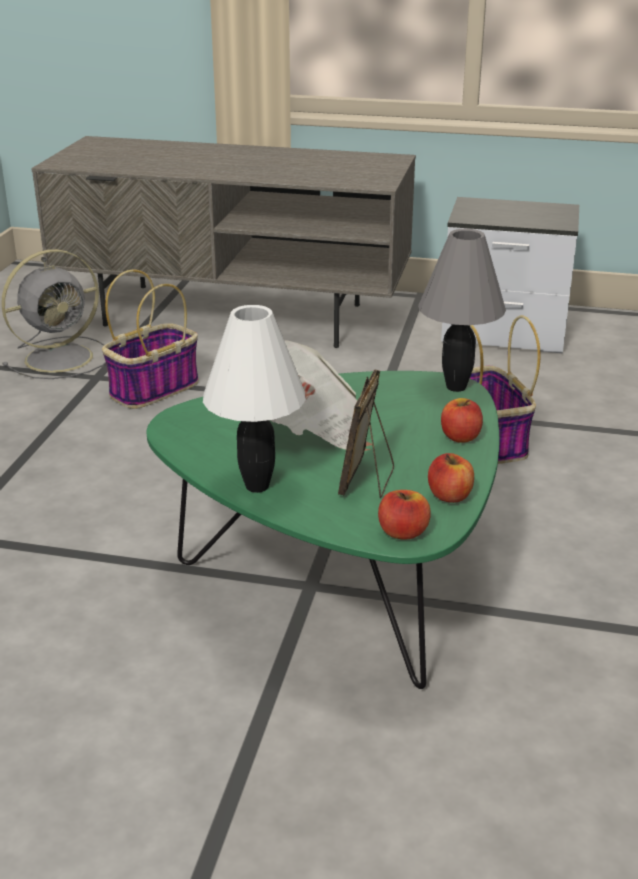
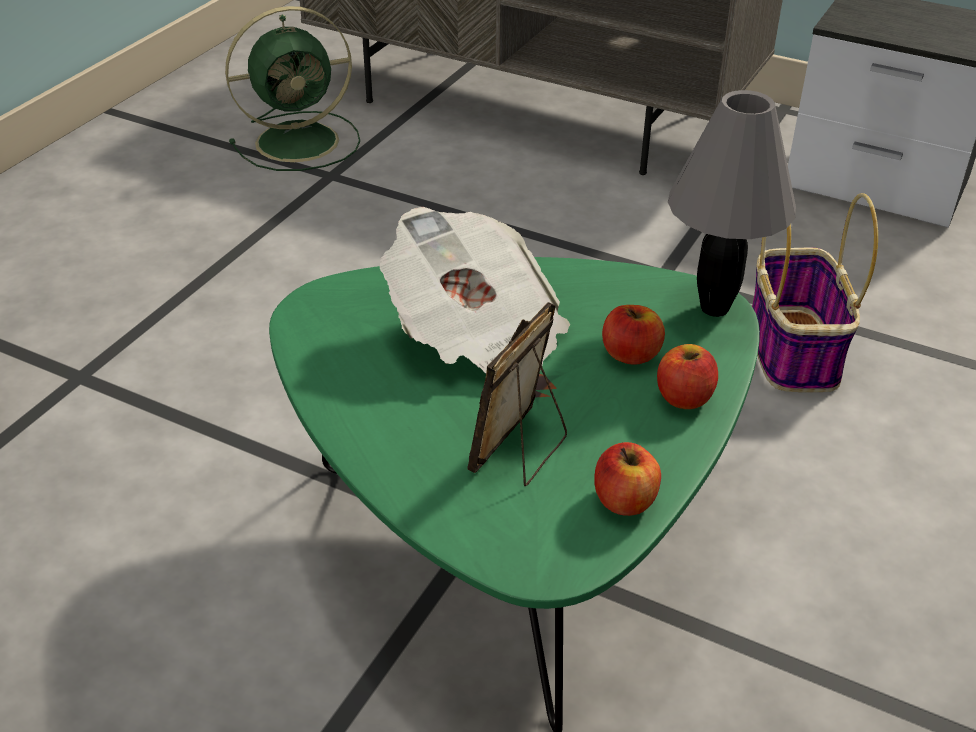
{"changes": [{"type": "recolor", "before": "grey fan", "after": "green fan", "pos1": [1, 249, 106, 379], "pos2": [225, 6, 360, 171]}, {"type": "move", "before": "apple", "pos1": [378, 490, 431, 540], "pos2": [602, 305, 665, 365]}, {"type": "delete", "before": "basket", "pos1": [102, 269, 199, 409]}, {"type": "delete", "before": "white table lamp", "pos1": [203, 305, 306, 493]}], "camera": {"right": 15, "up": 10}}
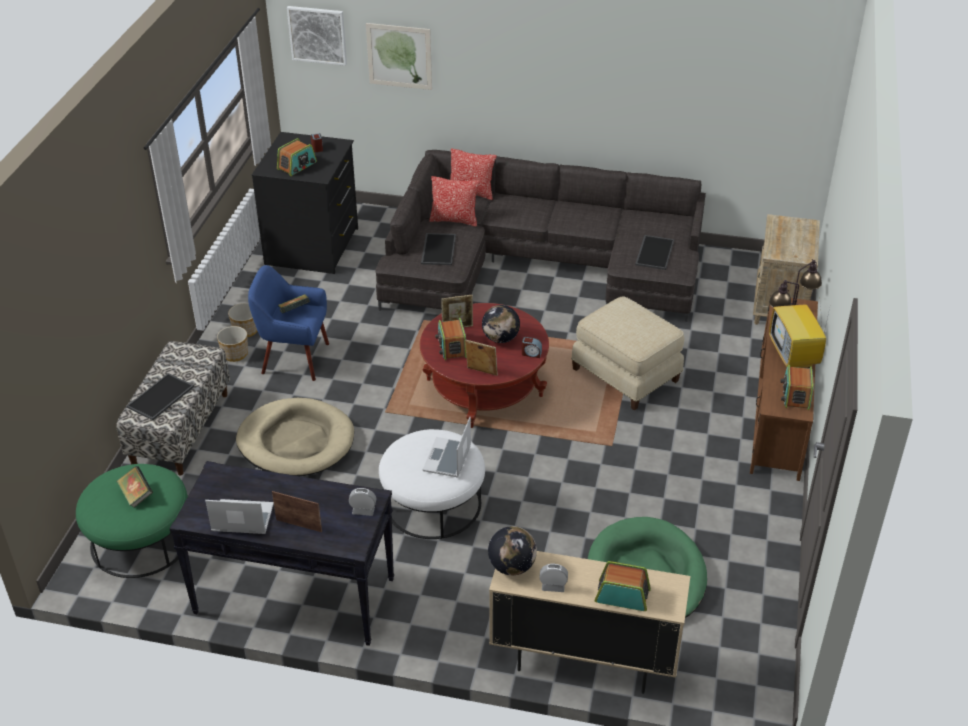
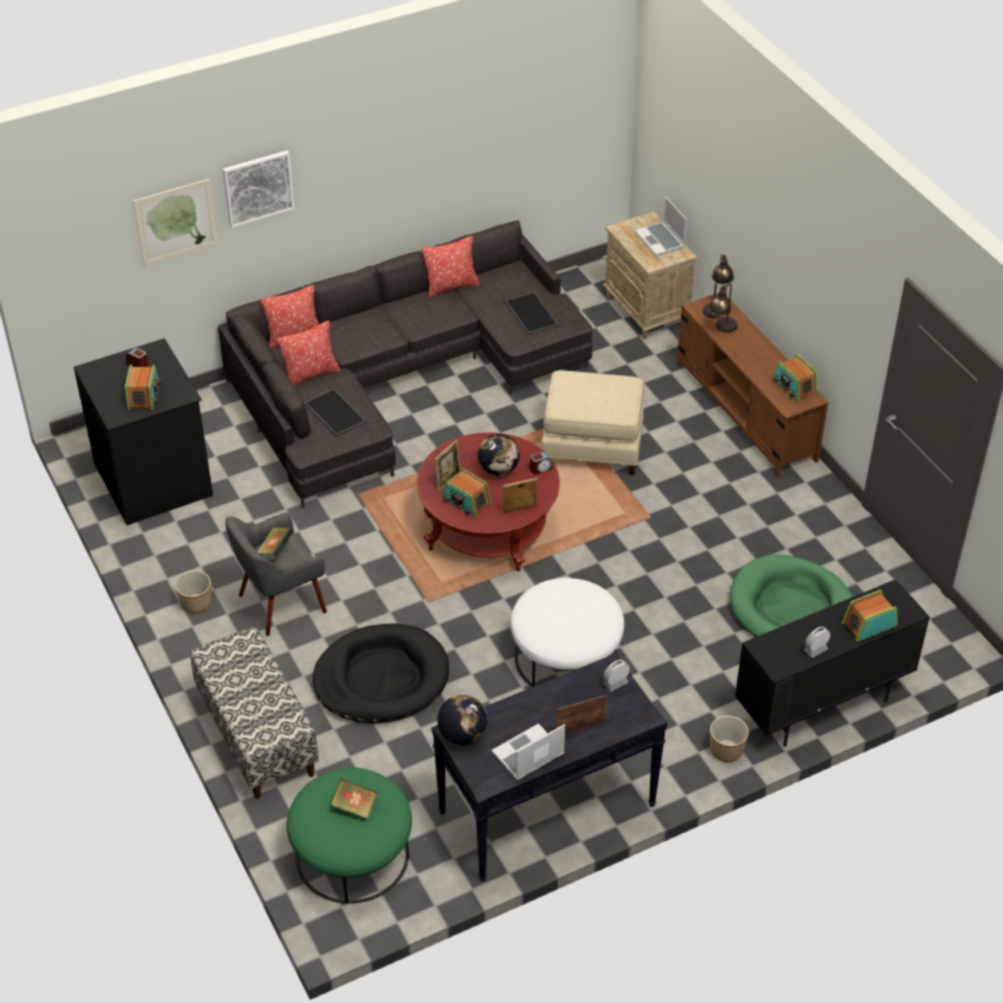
{"changes": [{"type": "move", "before": "picture", "pos1": [287, 6, 347, 66], "pos2": [223, 150, 295, 228]}, {"type": "recolor", "before": "blue armchair", "after": "grey armchair", "pos1": [248, 265, 329, 381], "pos2": [225, 512, 327, 636]}, {"type": "recolor", "before": "beige dog bed", "after": "black dog bed", "pos1": [236, 398, 354, 476], "pos2": [313, 623, 449, 724]}, {"type": "insert", "after": "pillow", "pos2": [421, 236, 480, 298]}, {"type": "move", "before": "globe", "pos1": [488, 526, 537, 575], "pos2": [437, 695, 488, 745]}, {"type": "move", "before": "laptop", "pos1": [423, 417, 471, 477], "pos2": [635, 196, 687, 256]}, {"type": "move", "before": "planter", "pos1": [217, 326, 248, 362], "pos2": [710, 716, 749, 762]}, {"type": "recolor", "before": "beige cabinet", "after": "black cabinet", "pos1": [489, 551, 691, 694], "pos2": [735, 579, 930, 747]}, {"type": "delete", "before": "tray", "pos1": [127, 373, 194, 420]}, {"type": "delete", "before": "television", "pos1": [769, 304, 830, 368]}], "camera": {"right": -40, "up": 5}}
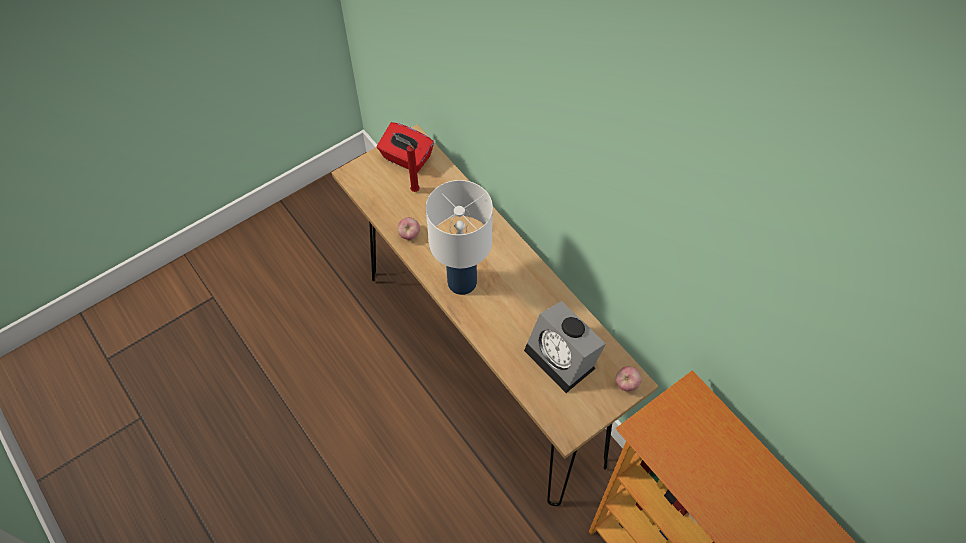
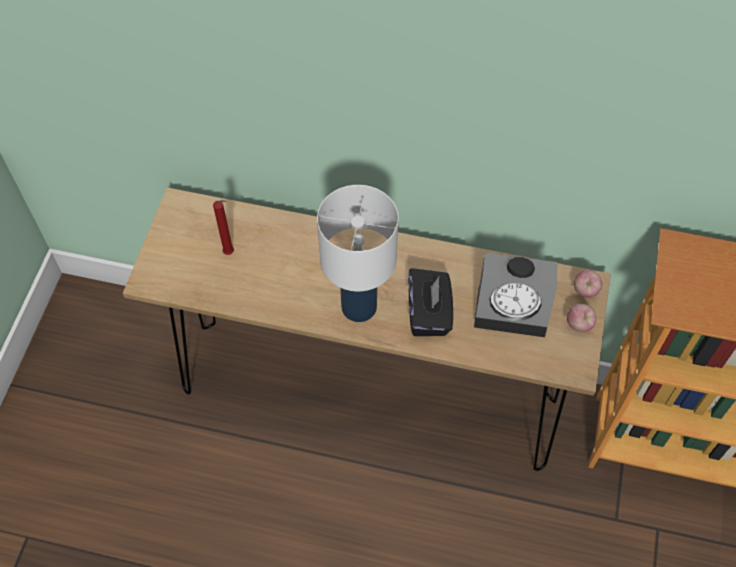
{"changes": [{"type": "insert", "after": "black tissue box", "pos2": [408, 268, 453, 336]}, {"type": "move", "before": "apple", "pos1": [398, 217, 420, 240], "pos2": [567, 304, 596, 332]}, {"type": "delete", "before": "red tissue box", "pos1": [377, 122, 434, 173]}], "camera": {"right": -40, "up": 0}}
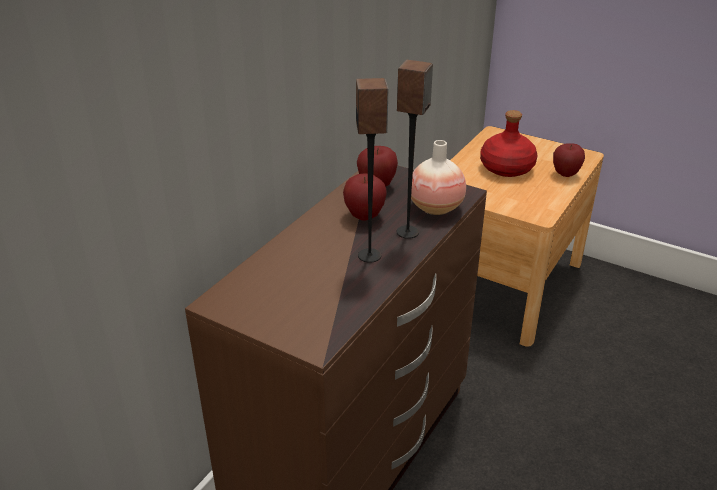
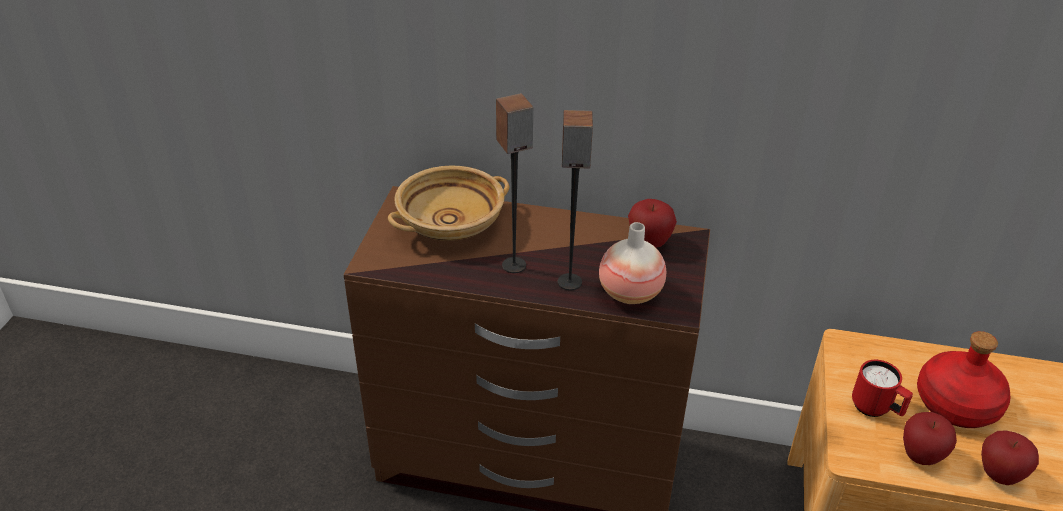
{"changes": [{"type": "insert", "after": "beige bowl", "pos2": [388, 165, 509, 241]}, {"type": "insert", "after": "red mug", "pos2": [852, 360, 913, 417]}, {"type": "move", "before": "apple", "pos1": [343, 174, 387, 220], "pos2": [903, 412, 957, 465]}], "camera": {"right": 70, "up": 5}}
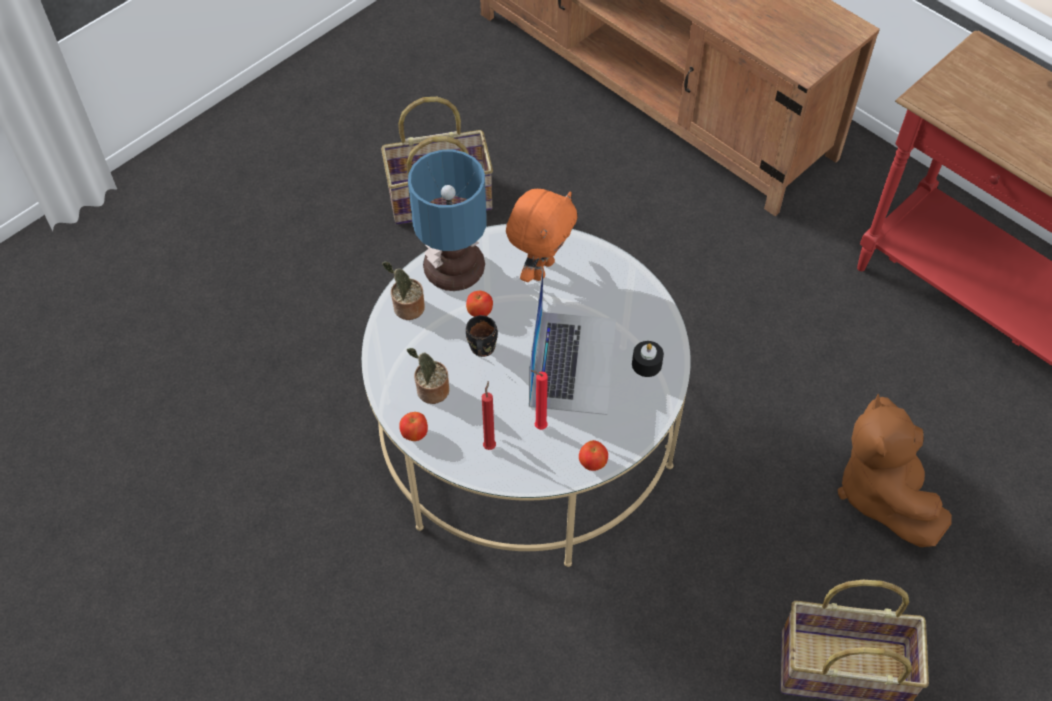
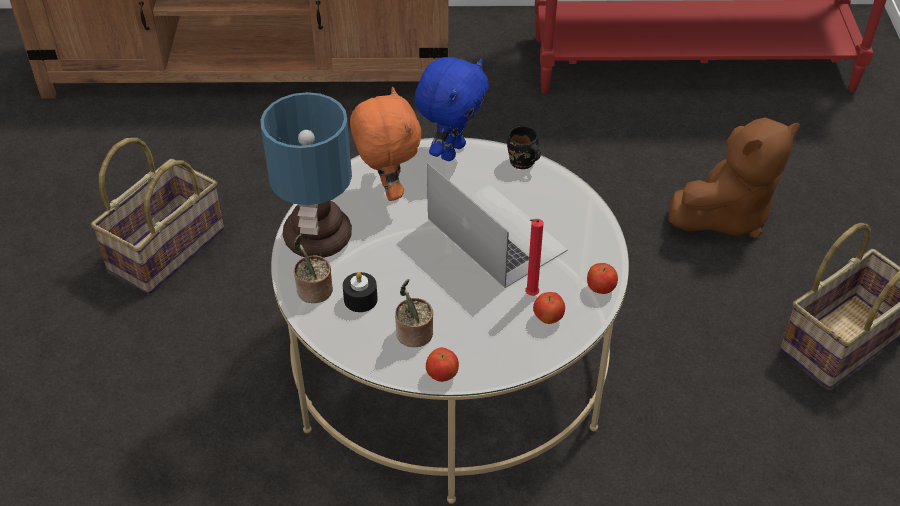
{"changes": [{"type": "move", "before": "black candle", "pos1": [632, 341, 664, 377], "pos2": [343, 272, 377, 312]}, {"type": "insert", "after": "blue plush toy", "pos2": [414, 57, 489, 161]}, {"type": "move", "before": "black mug", "pos1": [466, 315, 498, 357], "pos2": [507, 126, 541, 169]}, {"type": "move", "before": "apple", "pos1": [466, 291, 493, 317], "pos2": [533, 292, 565, 324]}, {"type": "rotate", "before": "brown plush toy", "pos1": [838, 393, 952, 547], "pos2": [669, 118, 800, 238], "turn": -75}, {"type": "delete", "before": "red candle", "pos1": [482, 381, 496, 450]}], "camera": {"right": -45, "up": -10}}
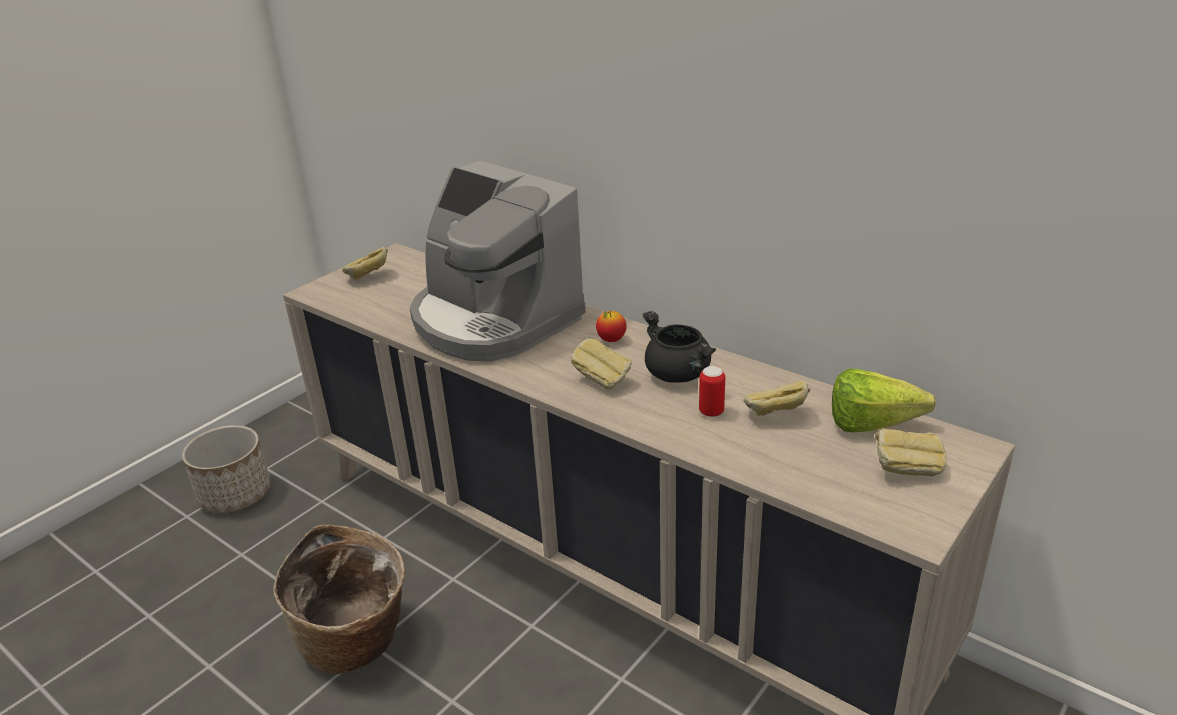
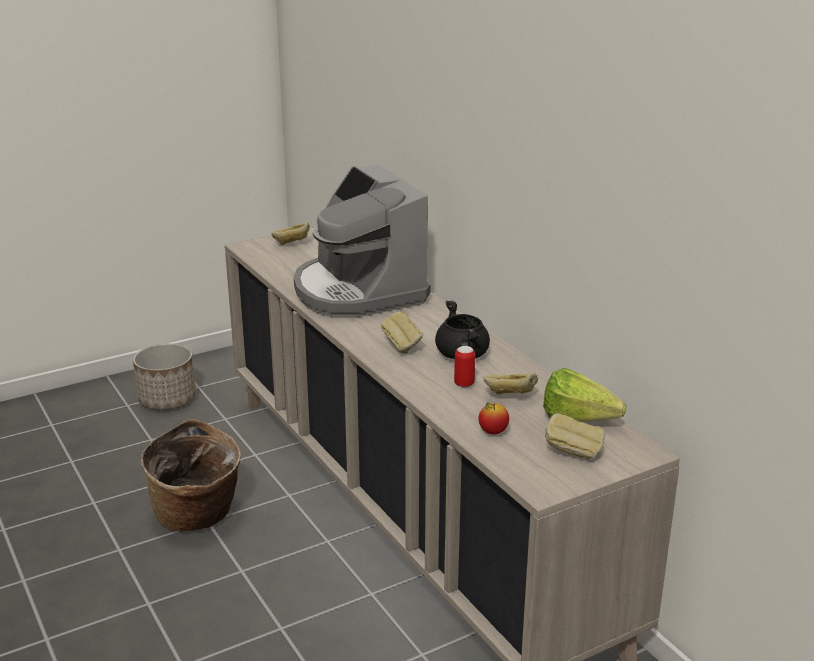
{"changes": [{"type": "move", "before": "apple", "pos1": [596, 311, 627, 342], "pos2": [479, 402, 509, 435]}], "camera": {"right": 20, "up": -5}}
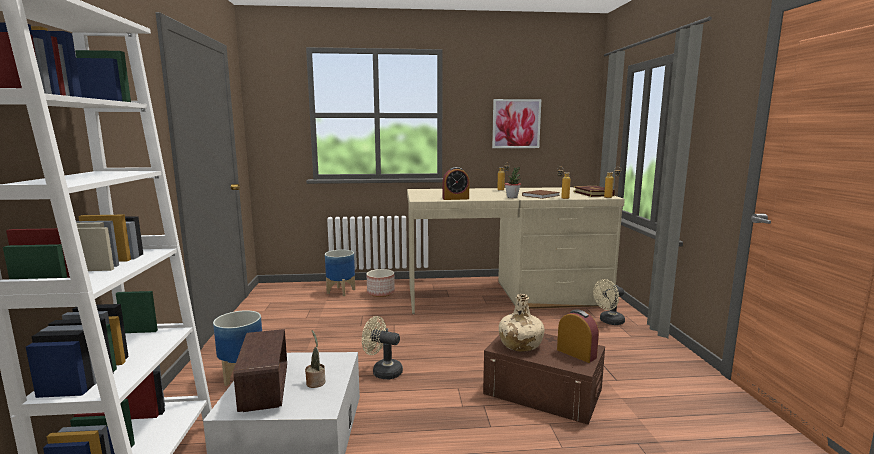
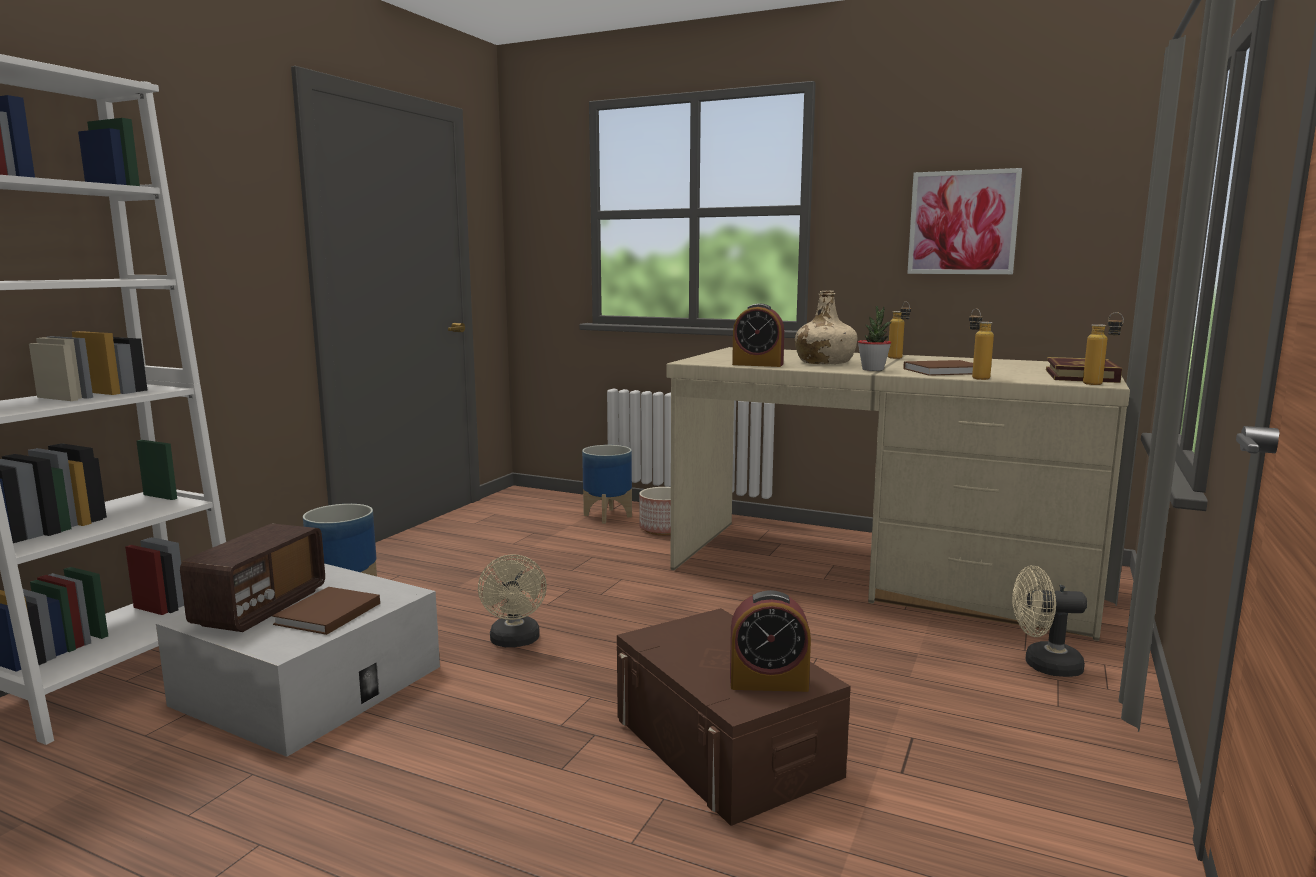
{"changes": [{"type": "replace", "before": "potted plant", "after": "brown book", "pos1": [305, 330, 325, 388], "pos2": [272, 587, 380, 635]}, {"type": "rotate", "before": "beige fan", "pos1": [362, 316, 403, 379], "pos2": [478, 554, 547, 647], "turn": -150}, {"type": "rotate", "before": "alarm clock", "pos1": [557, 309, 599, 363], "pos2": [730, 590, 811, 692], "turn": 105}, {"type": "move", "before": "beige bottle", "pos1": [499, 294, 545, 352], "pos2": [795, 290, 857, 364]}], "camera": {"right": 30, "up": 0}}
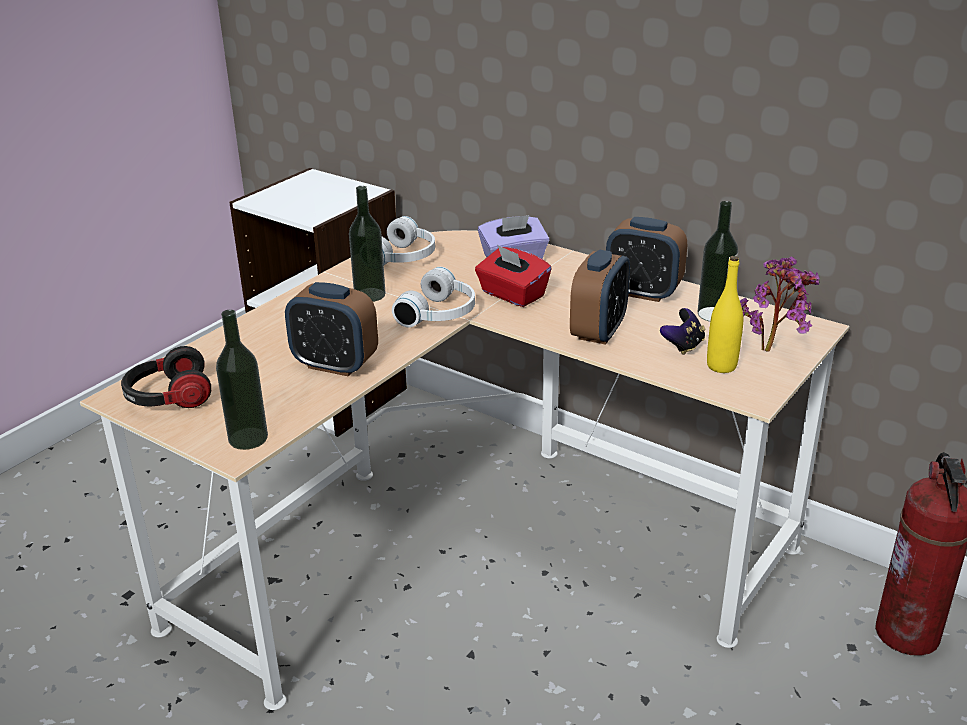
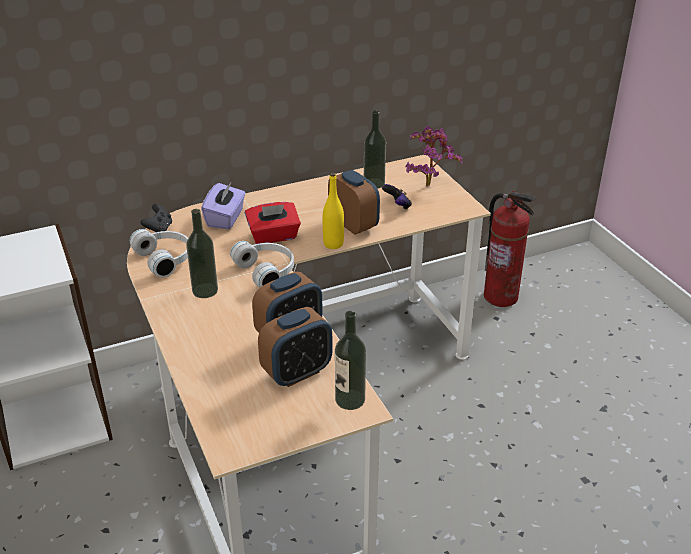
{"changes": [{"type": "insert", "after": "black game controller", "pos2": [140, 204, 172, 232]}, {"type": "move", "before": "alarm clock", "pos1": [606, 217, 687, 302], "pos2": [258, 307, 333, 387]}, {"type": "move", "before": "yellow bottle", "pos1": [707, 256, 743, 373], "pos2": [323, 173, 344, 249]}, {"type": "delete", "before": "headphones", "pos1": [121, 346, 211, 408]}], "camera": {"right": -60, "up": 5}}
